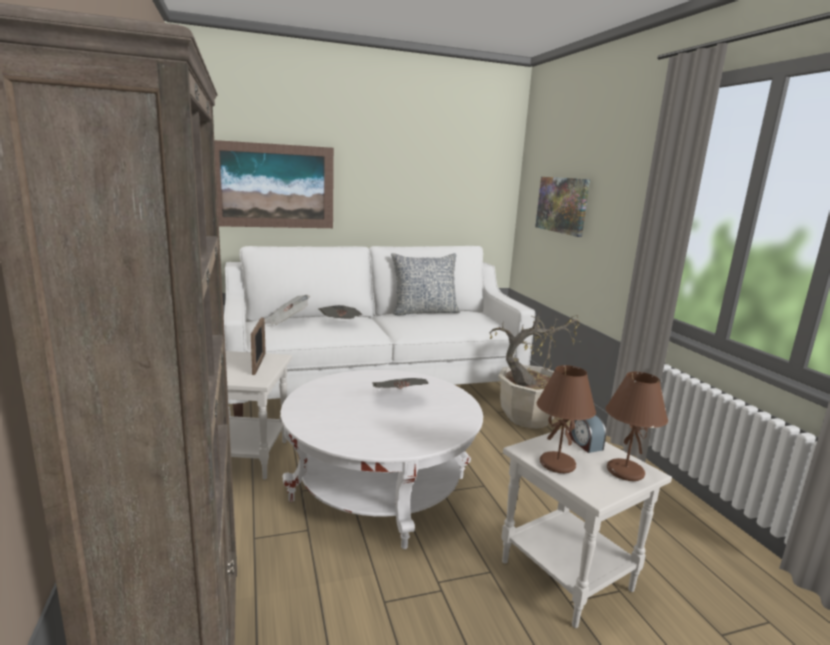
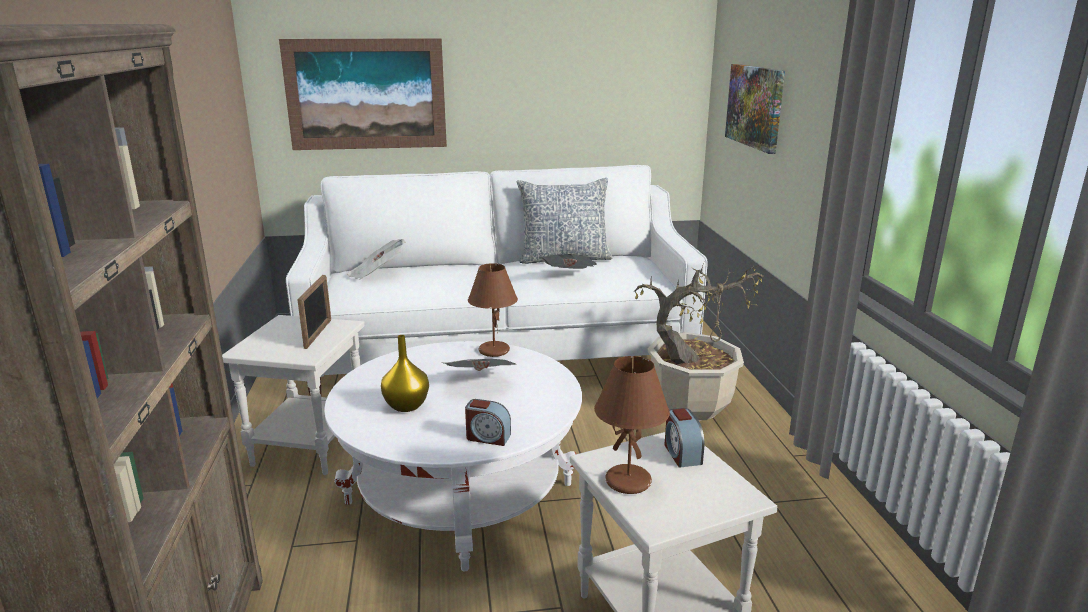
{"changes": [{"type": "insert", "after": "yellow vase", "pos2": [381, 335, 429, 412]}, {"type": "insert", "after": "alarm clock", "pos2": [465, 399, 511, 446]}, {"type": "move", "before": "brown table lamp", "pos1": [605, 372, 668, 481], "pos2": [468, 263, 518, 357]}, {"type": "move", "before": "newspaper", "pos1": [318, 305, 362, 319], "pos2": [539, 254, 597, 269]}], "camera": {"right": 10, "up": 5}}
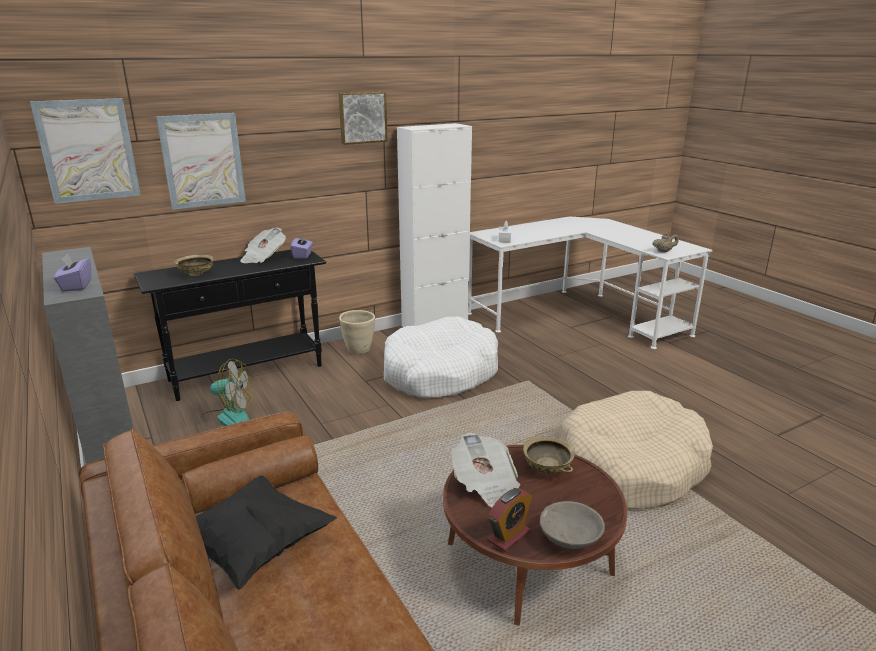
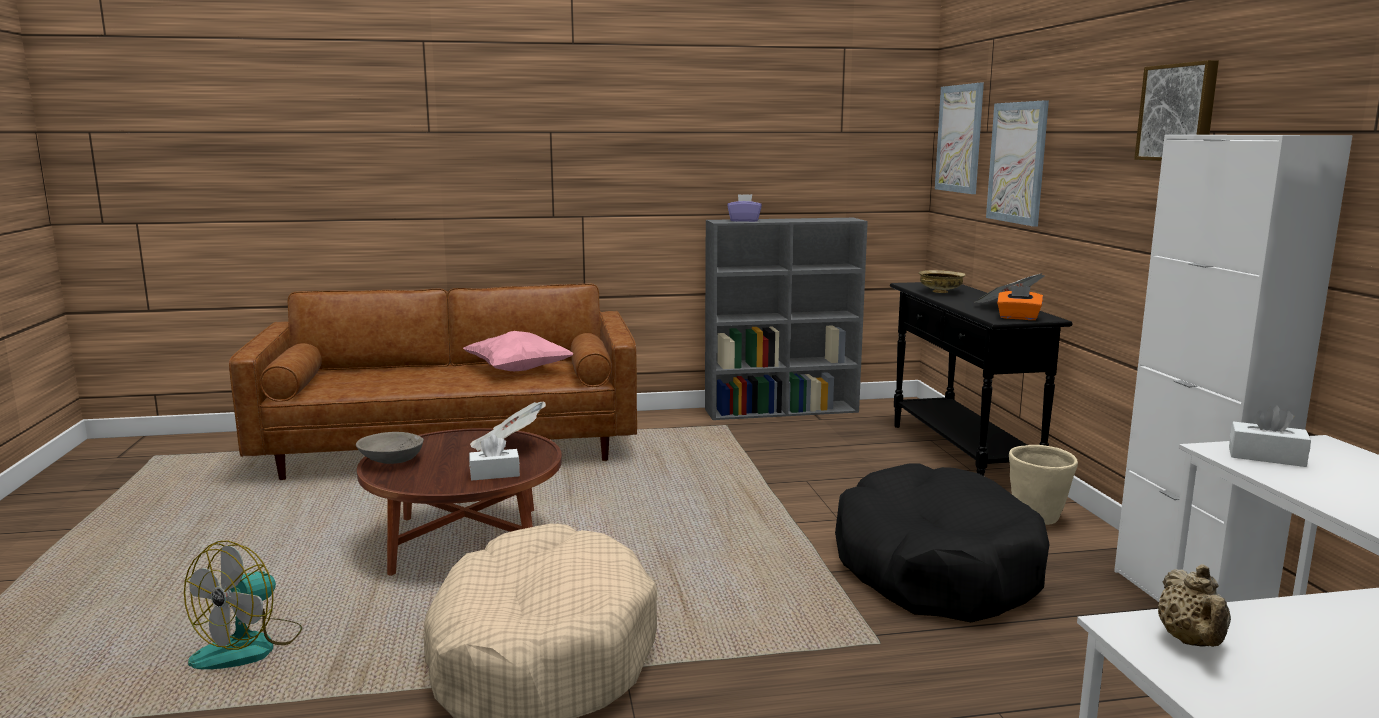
{"changes": [{"type": "move", "before": "fan", "pos1": [195, 359, 253, 433], "pos2": [184, 540, 302, 669]}, {"type": "recolor", "before": "black pillow", "after": "pink pillow", "pos1": [196, 476, 337, 590], "pos2": [463, 331, 573, 371]}, {"type": "replace", "before": "beige bowl", "after": "white tissue box", "pos1": [523, 436, 575, 474], "pos2": [469, 435, 520, 480]}, {"type": "recolor", "before": "white dog bed", "after": "black dog bed", "pos1": [384, 316, 498, 398], "pos2": [835, 464, 1049, 622]}, {"type": "recolor", "before": "purple tissue box", "after": "orange tissue box", "pos1": [291, 235, 313, 259], "pos2": [997, 285, 1043, 320]}, {"type": "delete", "before": "alarm clock", "pos1": [487, 488, 532, 552]}], "camera": {"right": 110, "up": -10}}
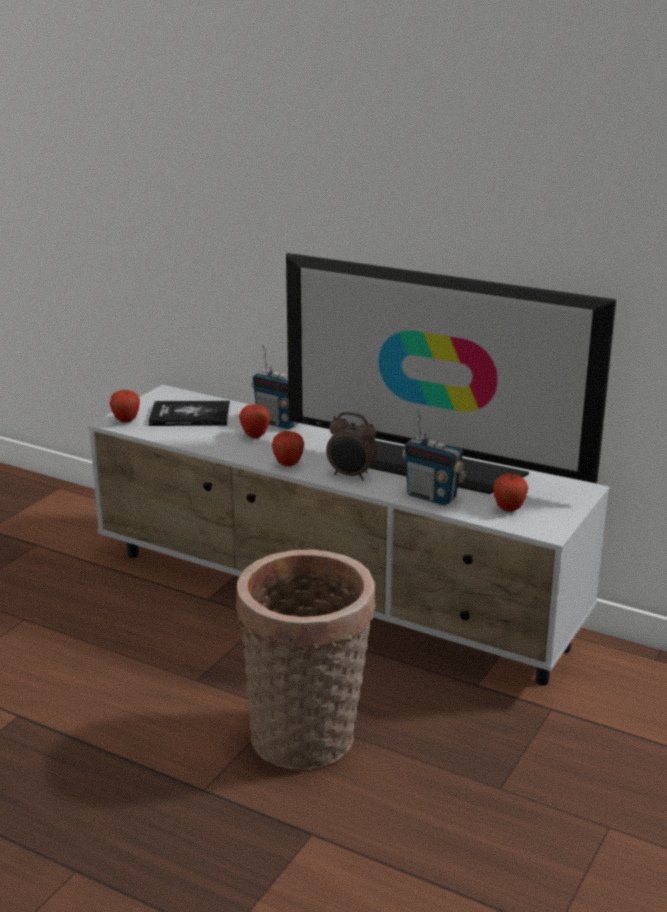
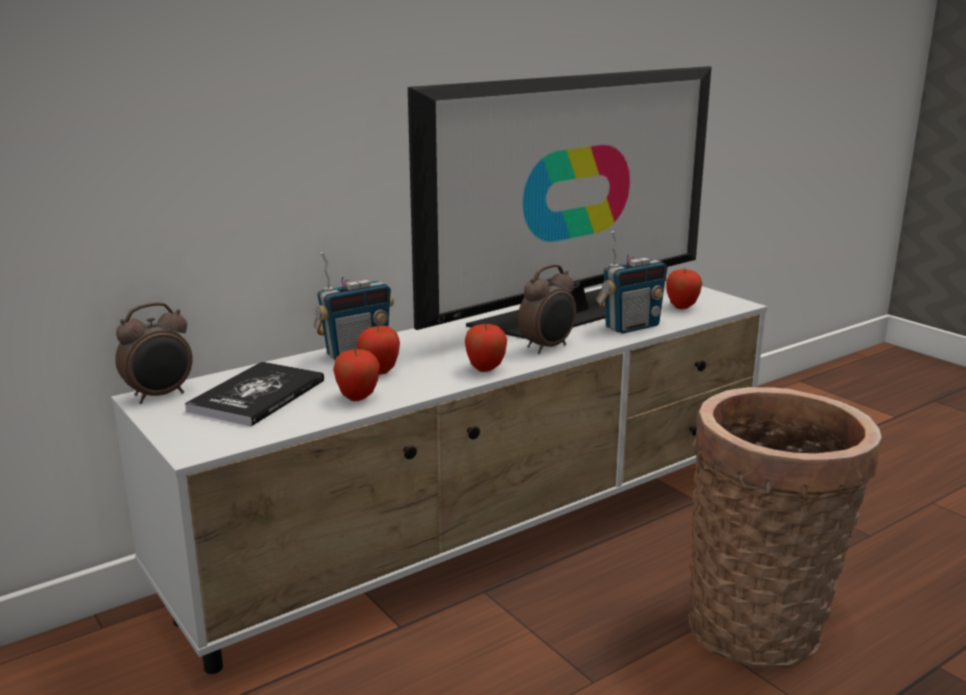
{"changes": [{"type": "insert", "after": "alarm clock", "pos2": [115, 302, 193, 404]}, {"type": "move", "before": "apple", "pos1": [109, 390, 140, 423], "pos2": [333, 349, 380, 401]}], "camera": {"right": -65, "up": -5}}
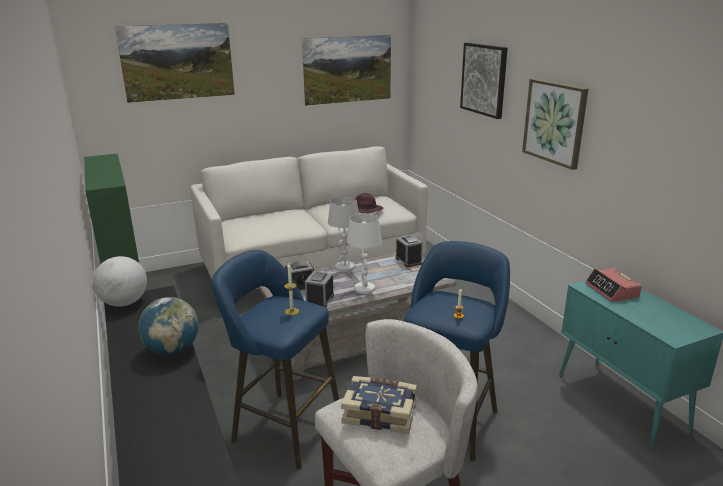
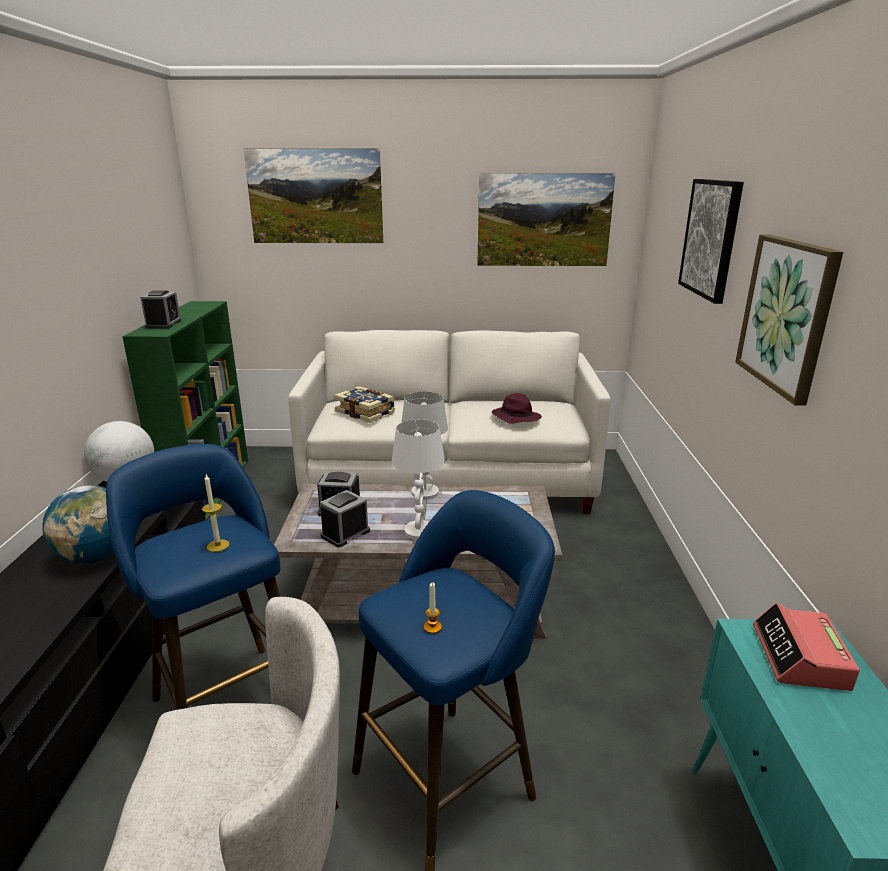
{"changes": [{"type": "move", "before": "alarm clock", "pos1": [396, 235, 423, 267], "pos2": [140, 291, 182, 329]}, {"type": "move", "before": "book", "pos1": [341, 376, 417, 434], "pos2": [334, 386, 395, 423]}], "camera": {"right": 25, "up": 0}}
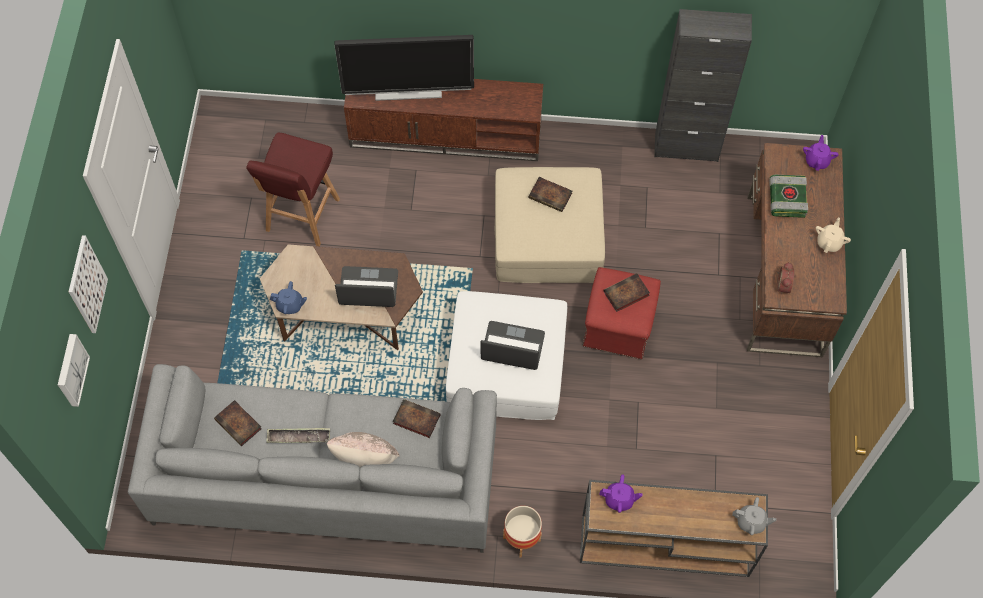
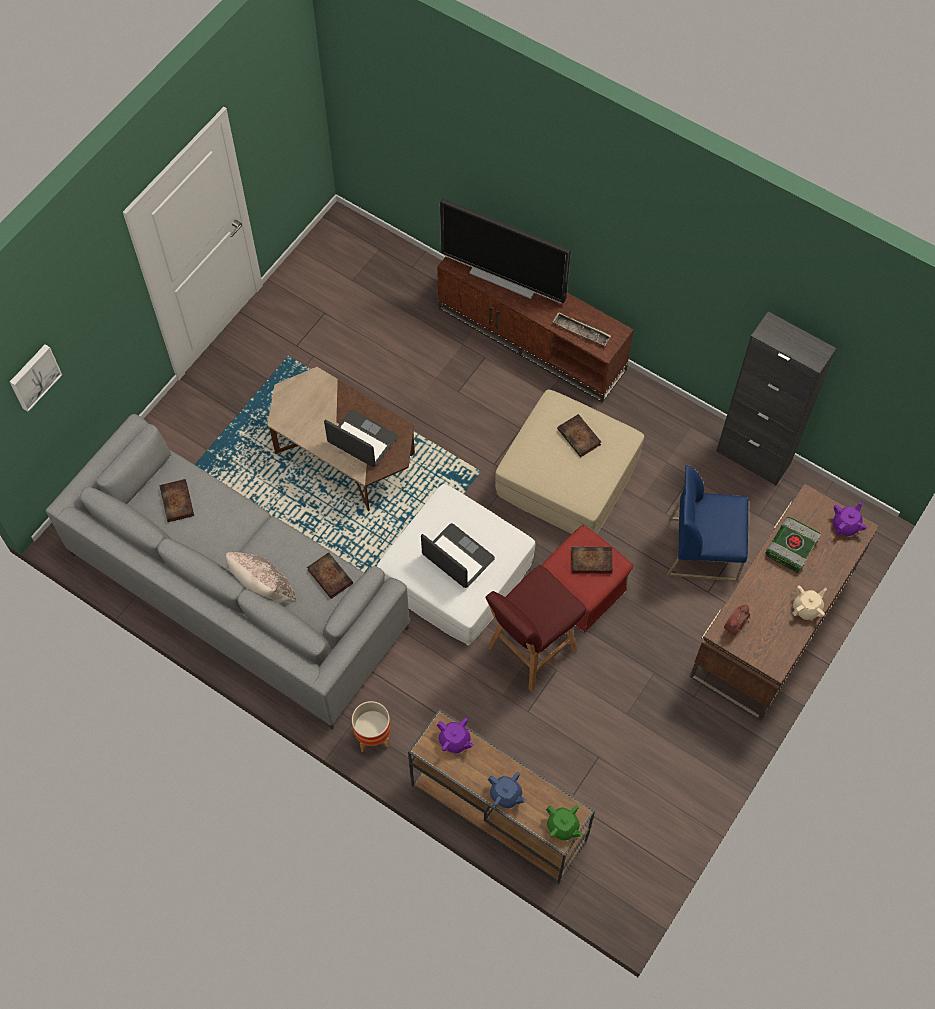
{"changes": [{"type": "move", "before": "red stool", "pos1": [246, 133, 340, 247], "pos2": [485, 565, 586, 691]}, {"type": "move", "before": "blue teapot", "pos1": [270, 281, 307, 314], "pos2": [488, 772, 526, 808]}, {"type": "recolor", "before": "grey teapot", "after": "green teapot", "pos1": [732, 497, 776, 535], "pos2": [546, 805, 583, 840]}, {"type": "move", "before": "tray", "pos1": [266, 428, 330, 443], "pos2": [552, 312, 611, 346]}, {"type": "insert", "after": "blue chair", "pos2": [667, 465, 748, 582]}, {"type": "delete", "before": "picture", "pos1": [69, 235, 108, 333]}], "camera": {"right": 30, "up": 0}}
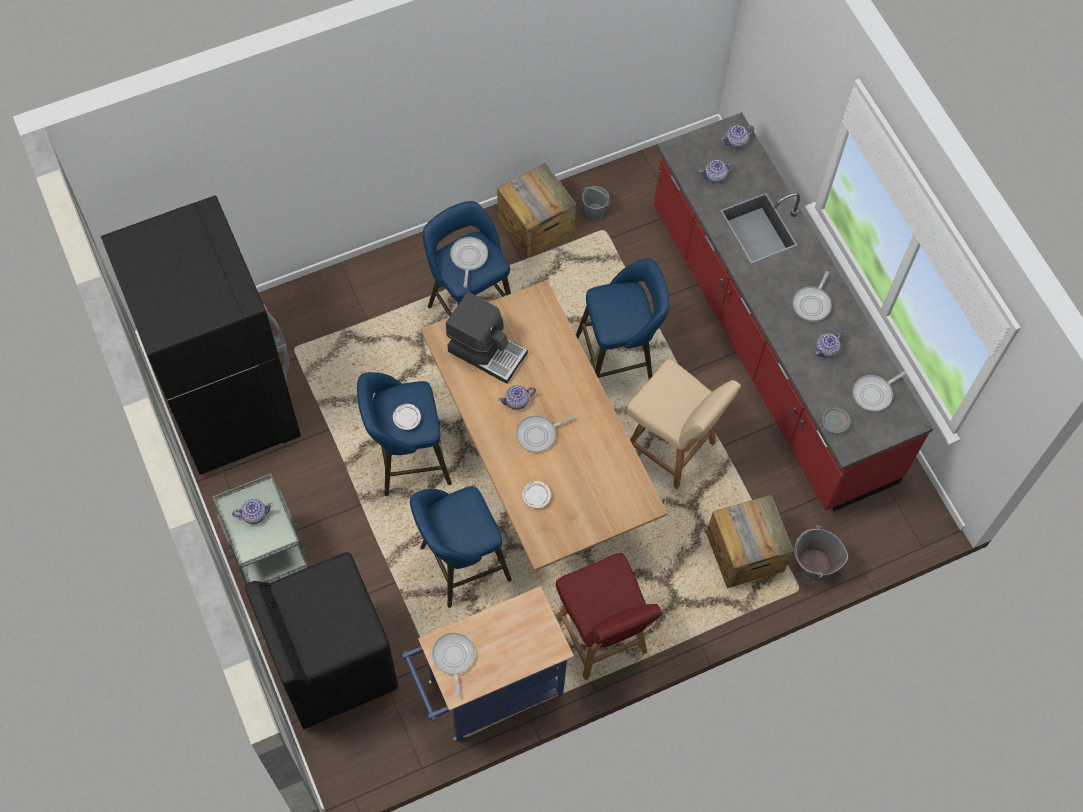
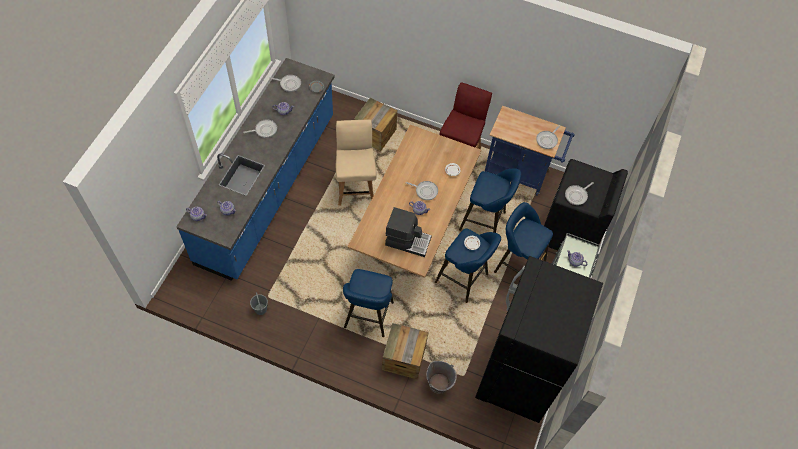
{"changes": [{"type": "recolor", "before": "red counter", "after": "blue counter", "pos1": [654, 112, 933, 511], "pos2": [176, 58, 335, 281]}, {"type": "move", "before": "crate", "pos1": [497, 163, 576, 258], "pos2": [382, 323, 429, 379]}, {"type": "rotate", "before": "coffee machine", "pos1": [446, 292, 528, 384], "pos2": [385, 207, 432, 257], "turn": 120}, {"type": "move", "before": "grey bucket", "pos1": [794, 525, 848, 581], "pos2": [426, 361, 457, 394]}, {"type": "move", "before": "blue stool", "pos1": [576, 259, 669, 380], "pos2": [494, 202, 553, 275]}, {"type": "move", "before": "frying pan", "pos1": [450, 237, 488, 287], "pos2": [565, 182, 594, 205]}], "camera": {"right": -135, "up": -5}}
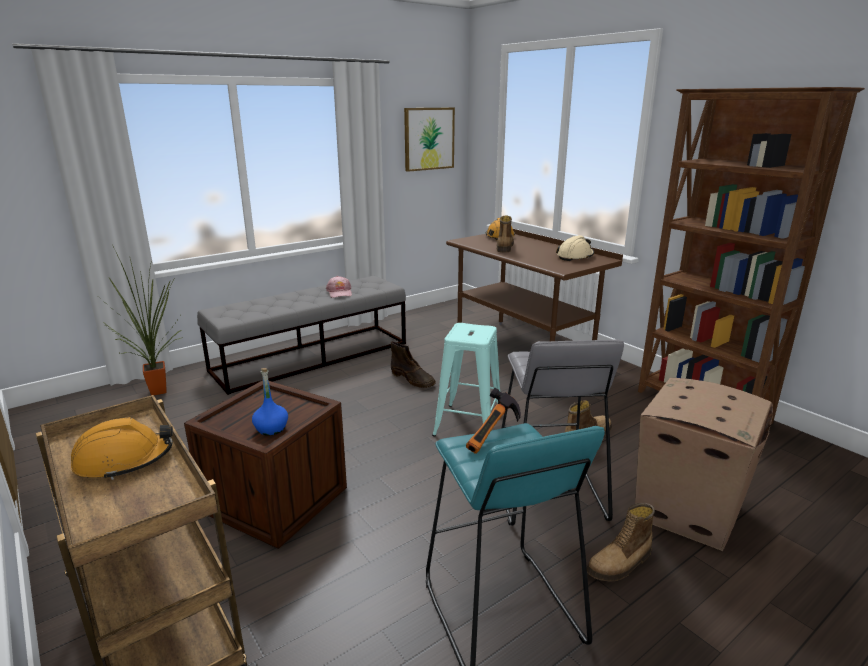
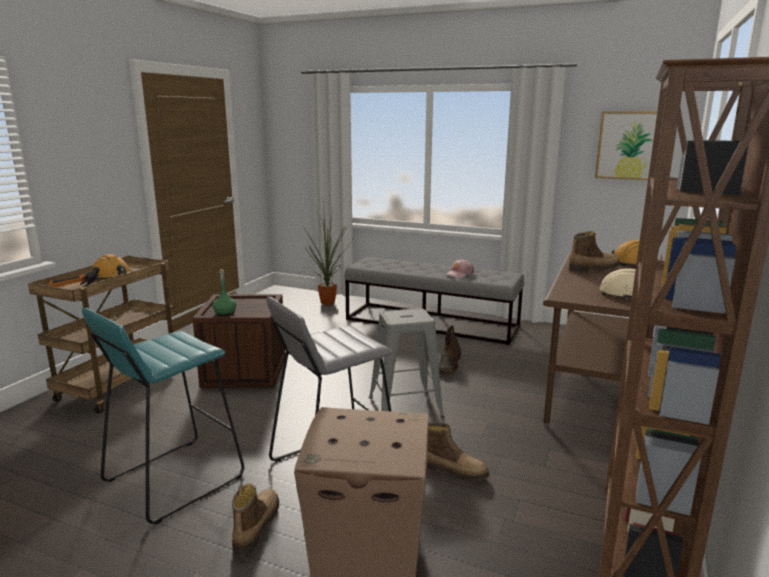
{"changes": [{"type": "move", "before": "hammer", "pos1": [466, 388, 521, 453], "pos2": [48, 267, 100, 287]}, {"type": "recolor", "before": "blue bottle", "after": "green bottle", "pos1": [252, 368, 288, 436], "pos2": [212, 270, 237, 316]}, {"type": "rotate", "before": "boot", "pos1": [587, 503, 655, 581], "pos2": [232, 484, 279, 556], "turn": 75}, {"type": "recolor", "before": "turquoise stool", "after": "grey stool", "pos1": [432, 323, 500, 436], "pos2": [369, 308, 444, 418]}], "camera": {"right": 60, "up": -5}}
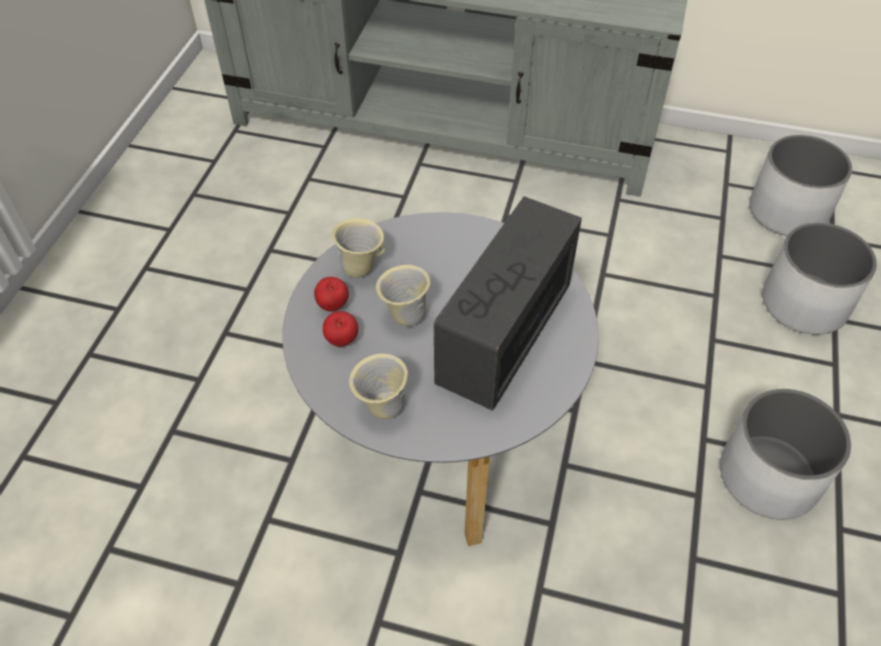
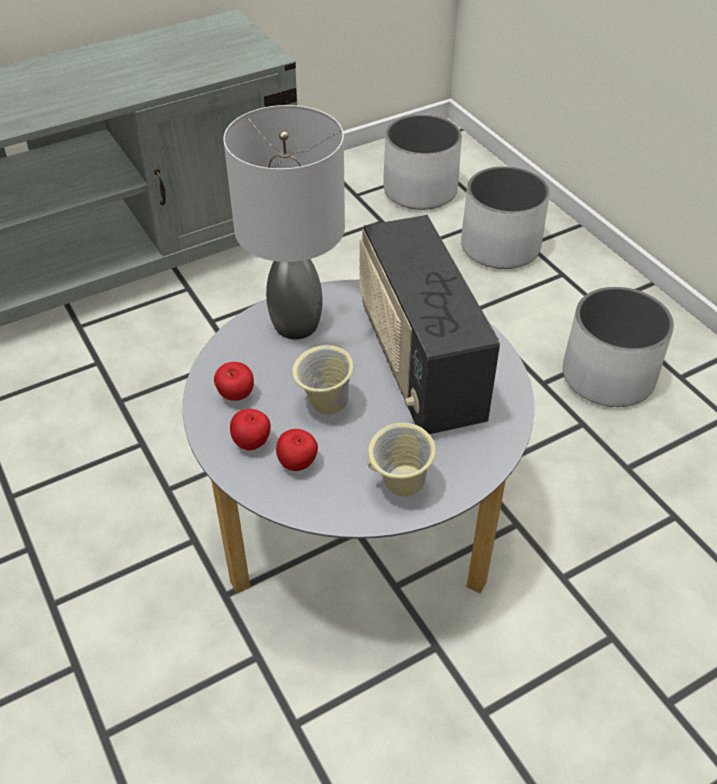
{"changes": [{"type": "replace", "before": "beige mug", "after": "apple", "pos1": [332, 218, 385, 278], "pos2": [214, 362, 254, 401]}, {"type": "insert", "after": "grey table lamp", "pos2": [223, 105, 345, 339]}], "camera": {"right": -45, "up": -5}}
